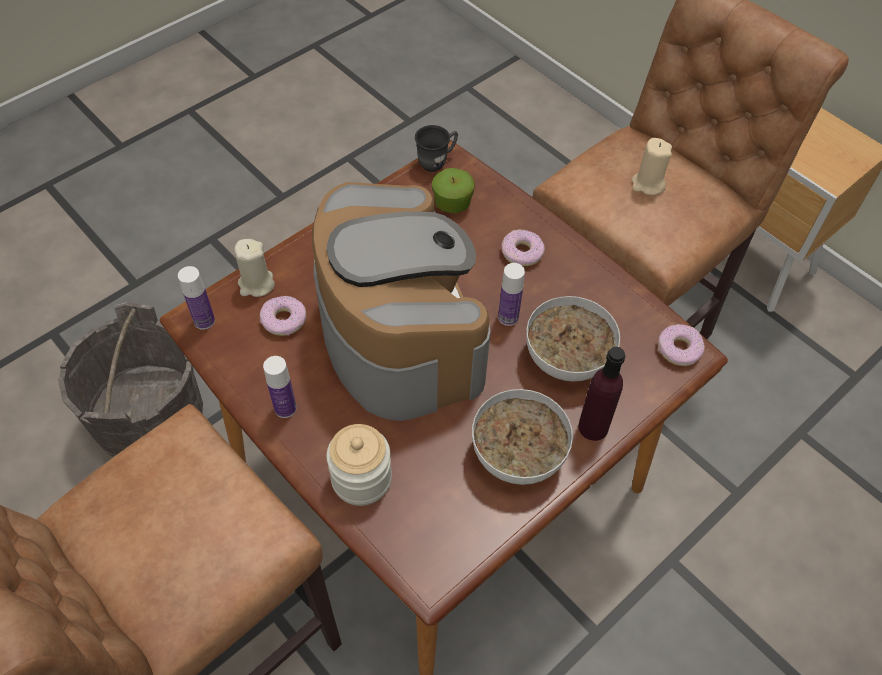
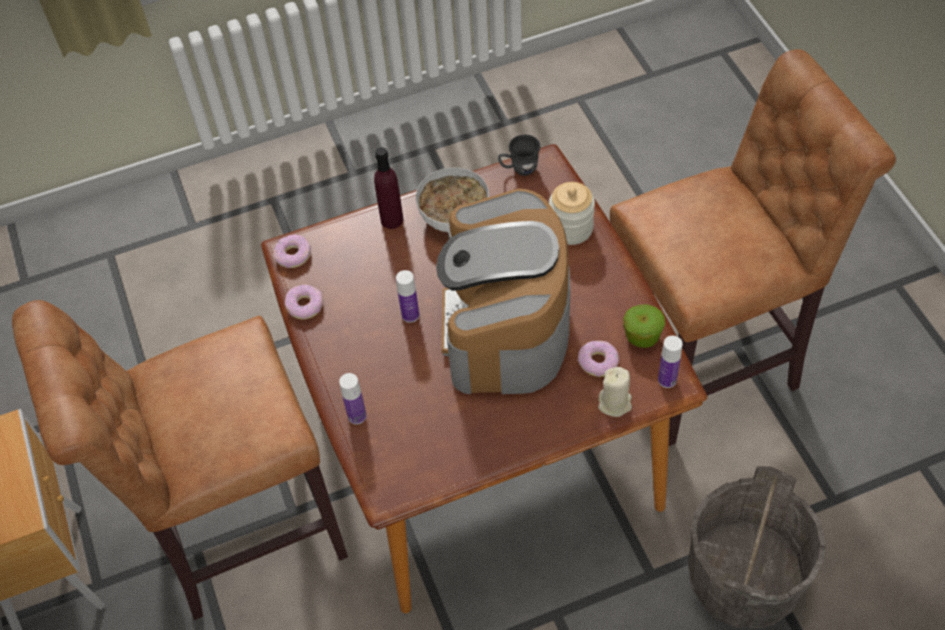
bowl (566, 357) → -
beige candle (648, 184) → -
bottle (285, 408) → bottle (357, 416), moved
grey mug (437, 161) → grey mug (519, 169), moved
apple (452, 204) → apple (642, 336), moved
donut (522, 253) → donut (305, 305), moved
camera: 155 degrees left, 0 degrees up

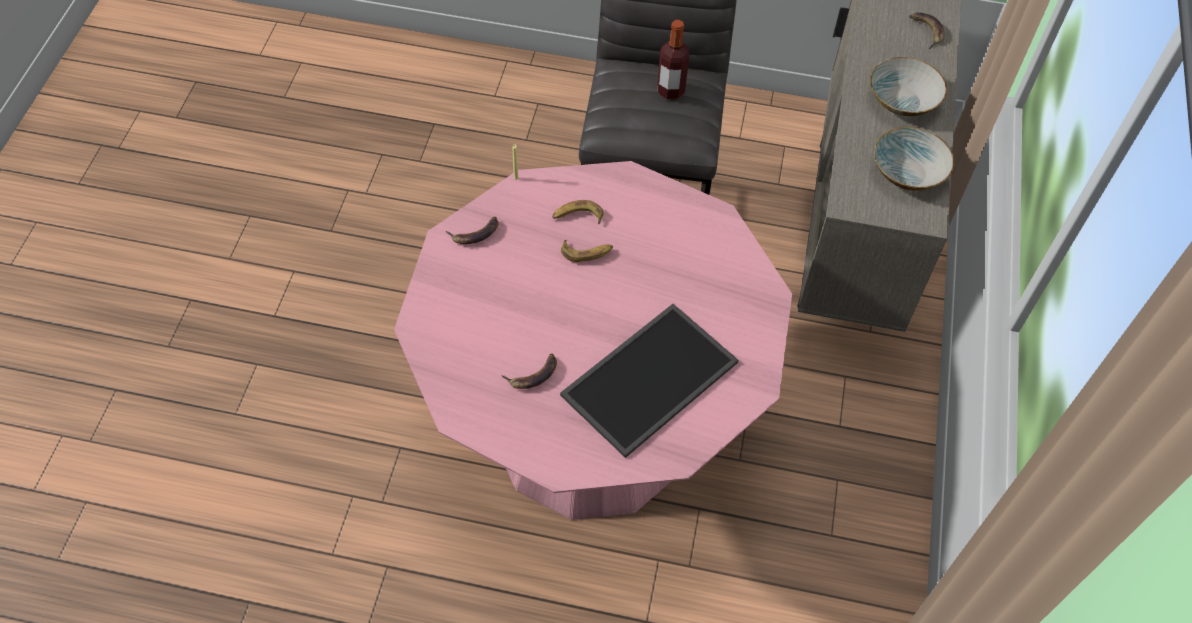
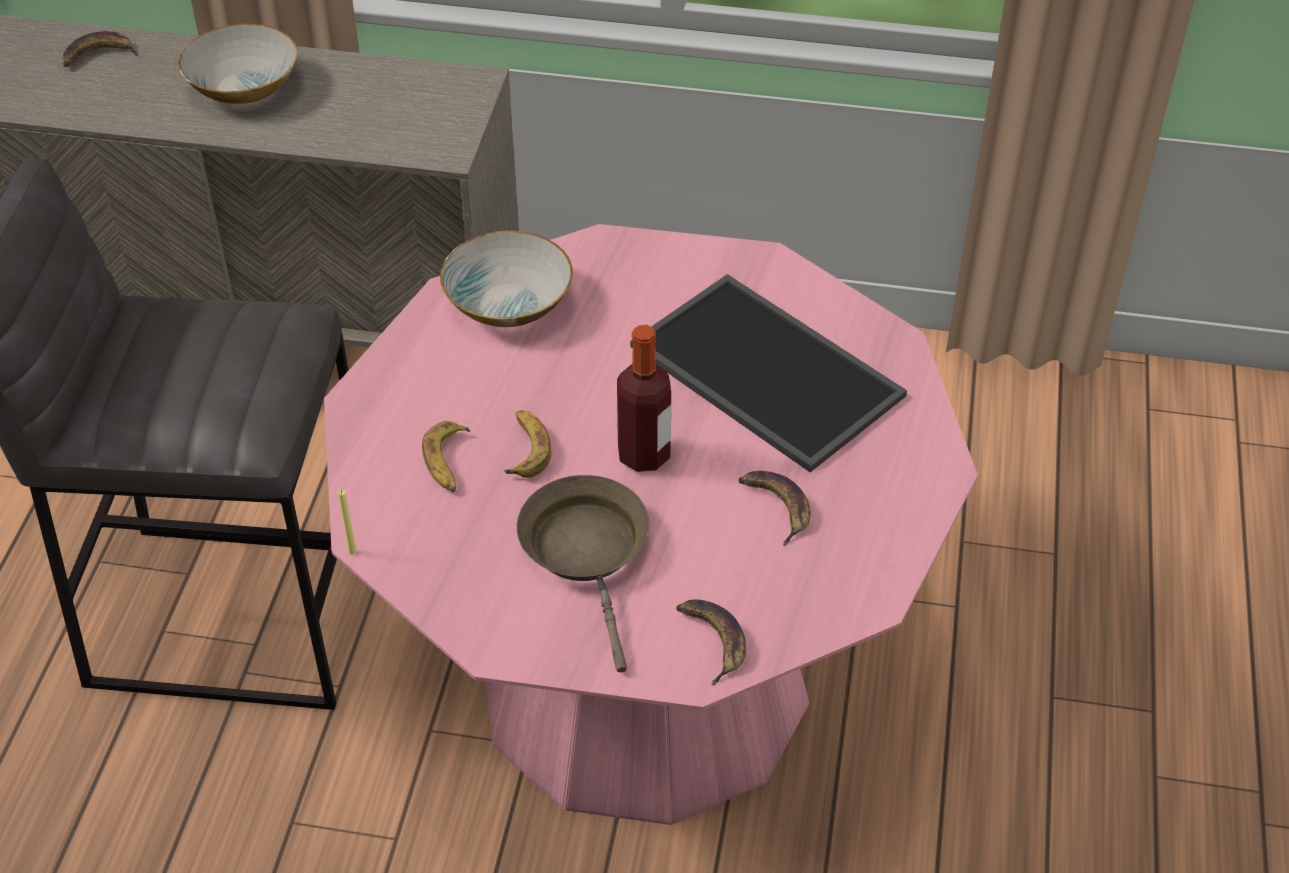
- → brown frying pan (588, 553)
banana (475, 233) → banana (712, 640), moved
bottle (670, 91) → bottle (644, 455), moved
bowl (908, 172) → bowl (507, 303), moved
camera: 90 degrees left, 10 degrees down

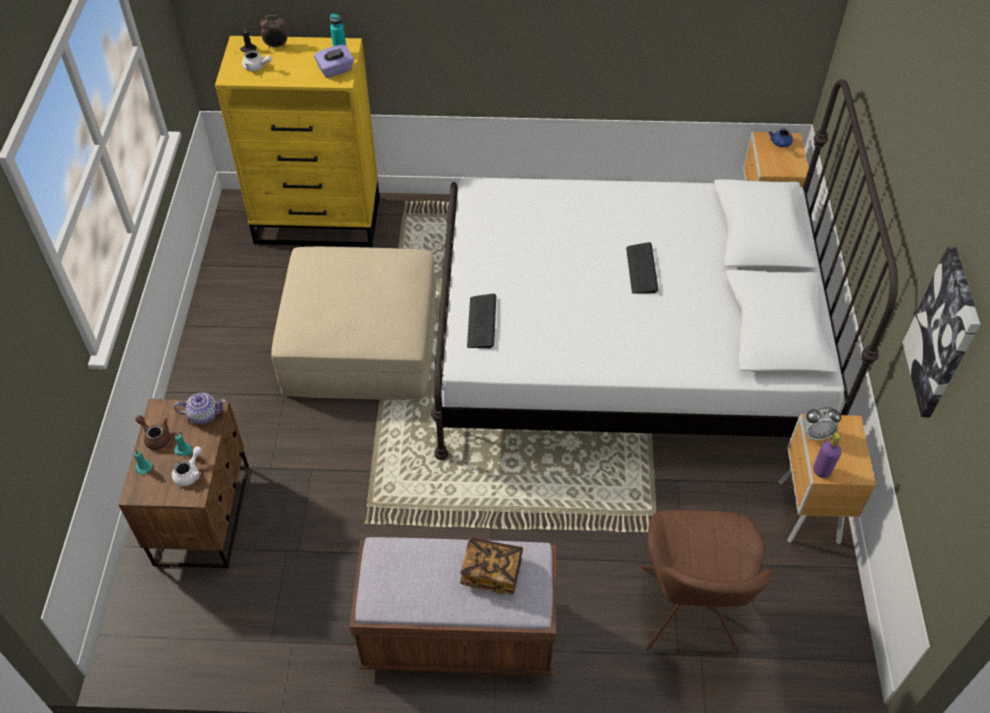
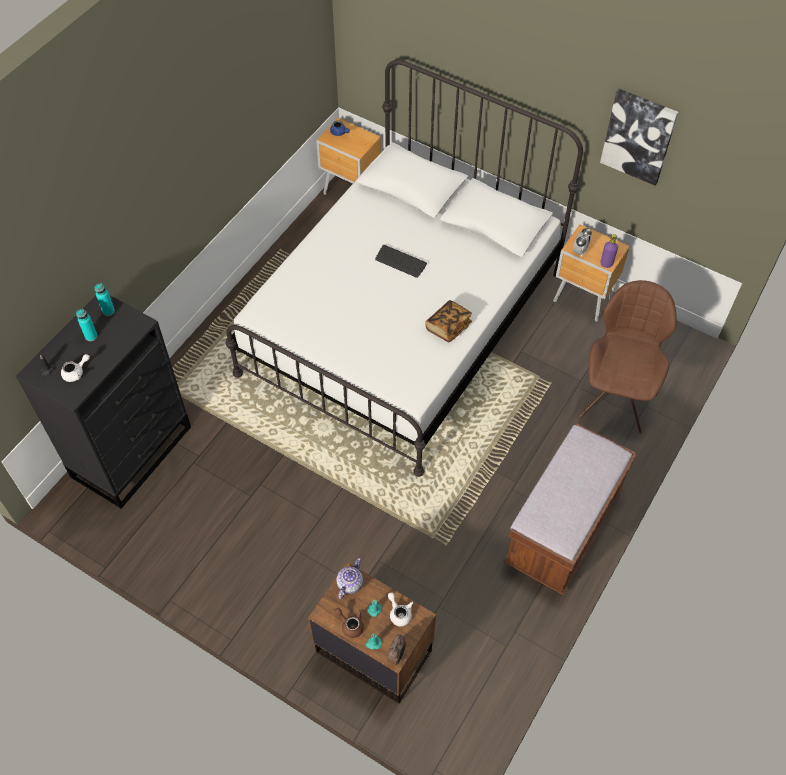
beige ottoman (362, 343) → -
purple tissue box (336, 70) → -
keyboard (481, 322) → -
- → turquoise bottle (91, 336)
alarm clock (277, 46) → alarm clock (396, 655), moved
book (491, 572) → book (448, 327), moved
yellow dresser (319, 221) → black dresser (133, 451)
brown teapot (156, 437) → brown teapot (350, 625), 60 degrees clockwise
brown chair (689, 614) → brown chair (616, 397), 105 degrees counterclockwise
camera: 60 degrees left, 5 degrees up

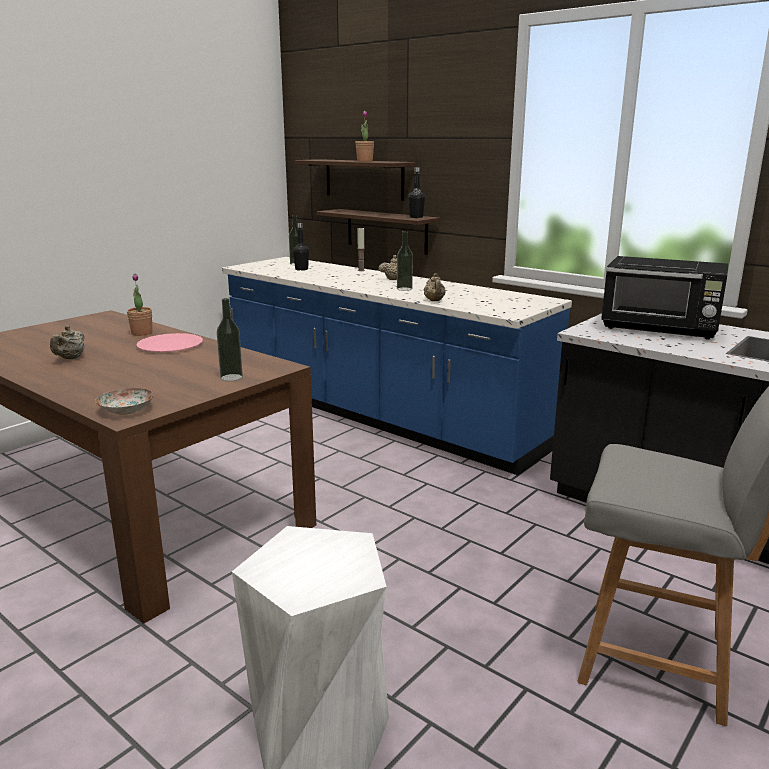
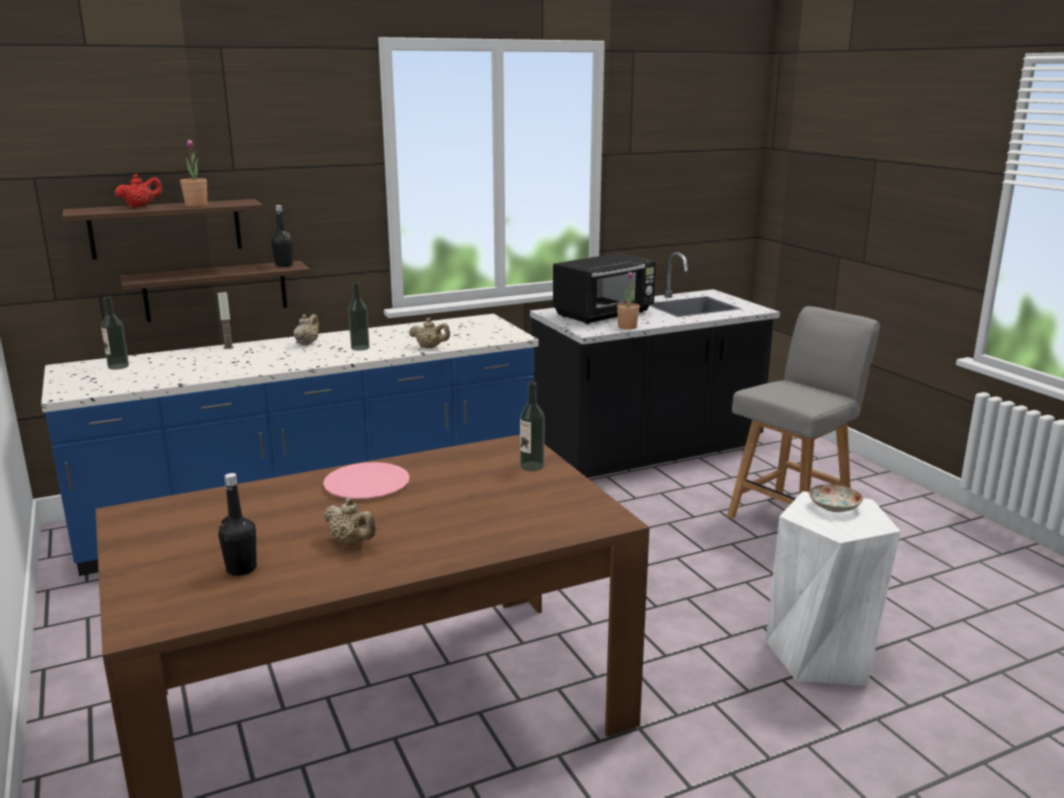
- → red teapot (140, 206)
plate (127, 410) → plate (834, 507), moved
potted plant (142, 333) → potted plant (627, 327), moved
black bottle (301, 269) → black bottle (241, 569), moved
camera: 65 degrees left, 0 degrees up

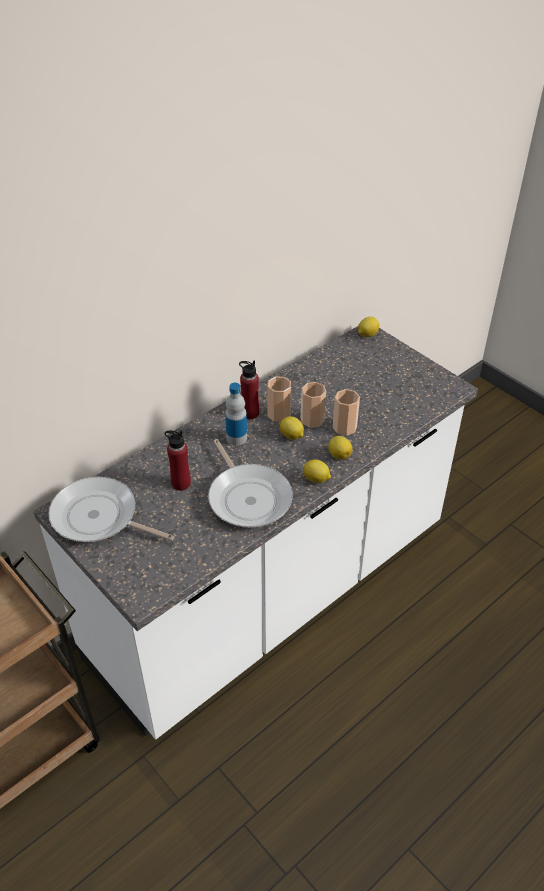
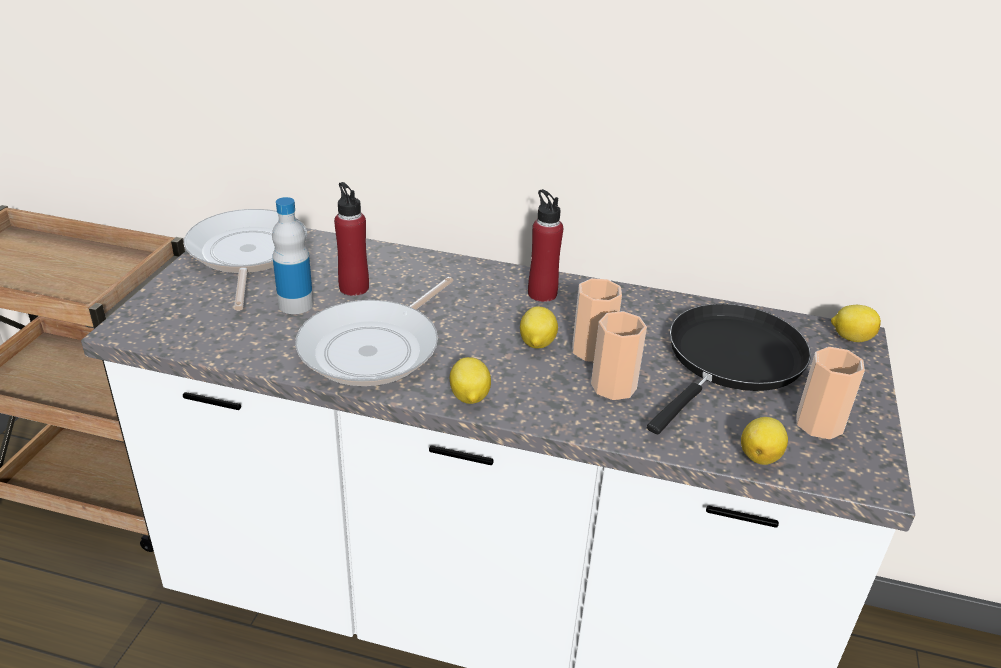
- → black frying pan (731, 360)
bottle (236, 438) → bottle (296, 304), moved
cup (279, 414) → cup (819, 424), moved
lemon (339, 455) → lemon (760, 456), moved
camera: 55 degrees right, 10 degrees down

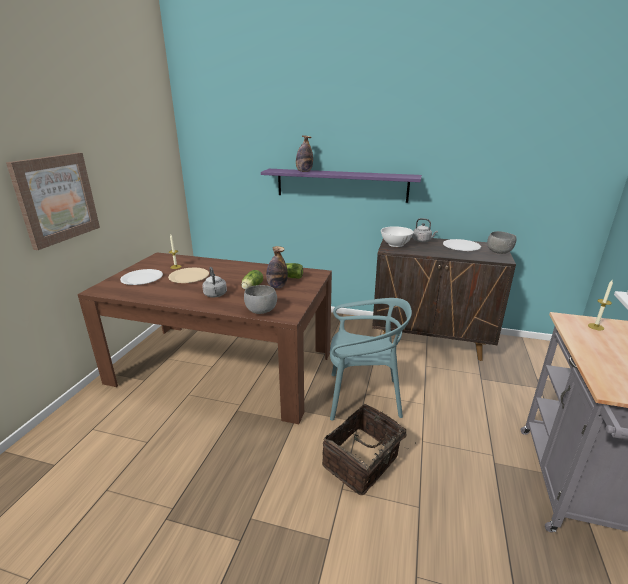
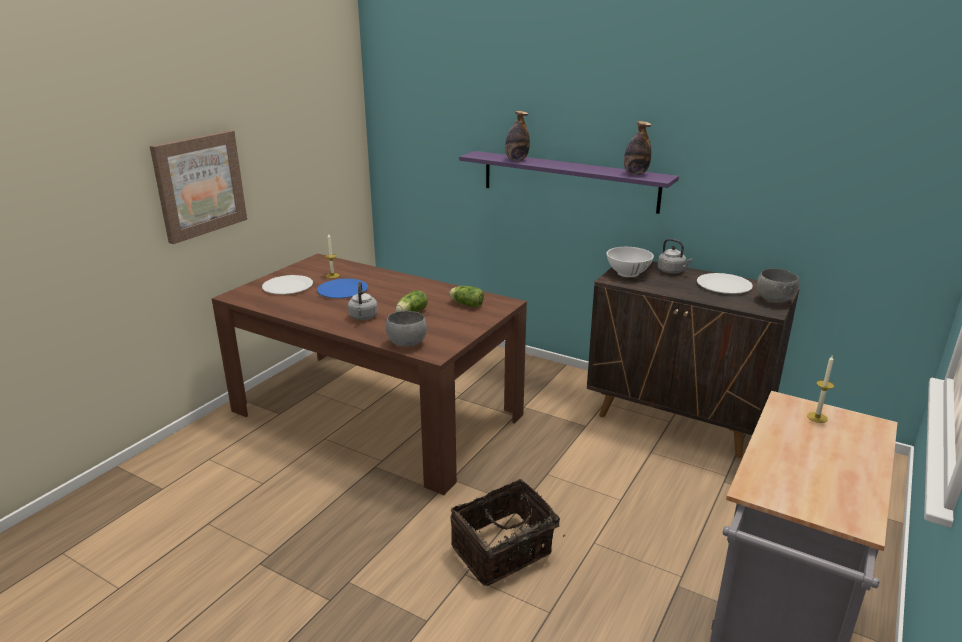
turquoise chair (363, 397) → -
bottle (277, 286) → bottle (635, 174), moved
beige plate (189, 276) → blue plate (342, 290)
camera: 15 degrees right, 0 degrees up

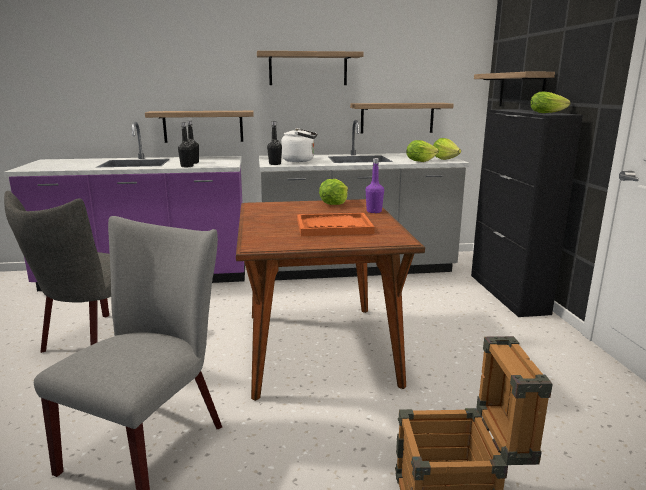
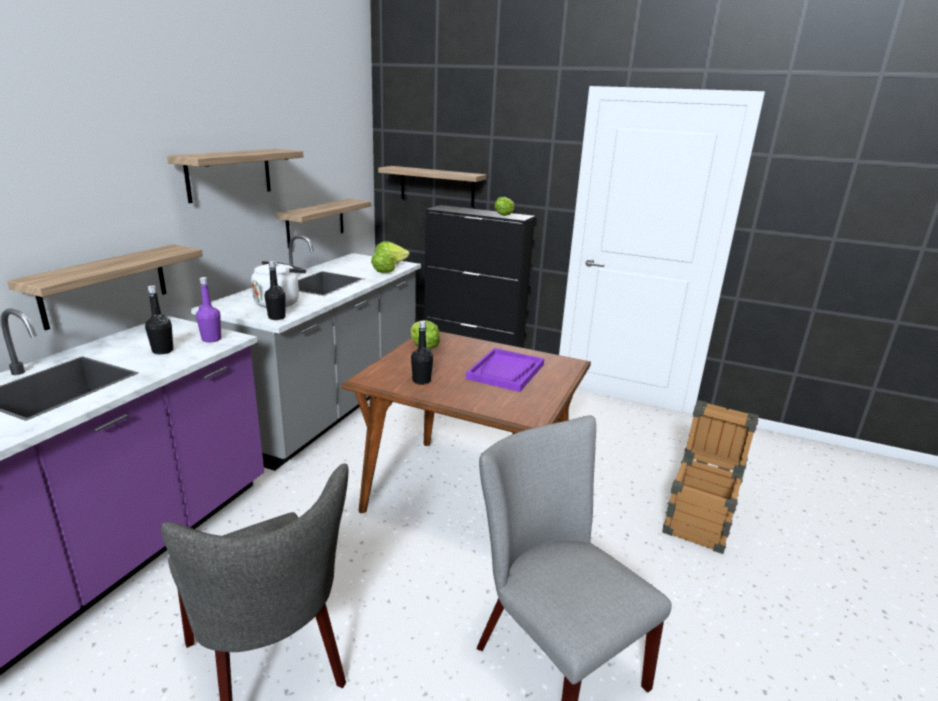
black bottle (187, 166) → black bottle (421, 381), moved
purple bottle (374, 211) → purple bottle (211, 339), moved
orange tray (333, 227) → purple tray (506, 371)
camera: 60 degrees left, 5 degrees up

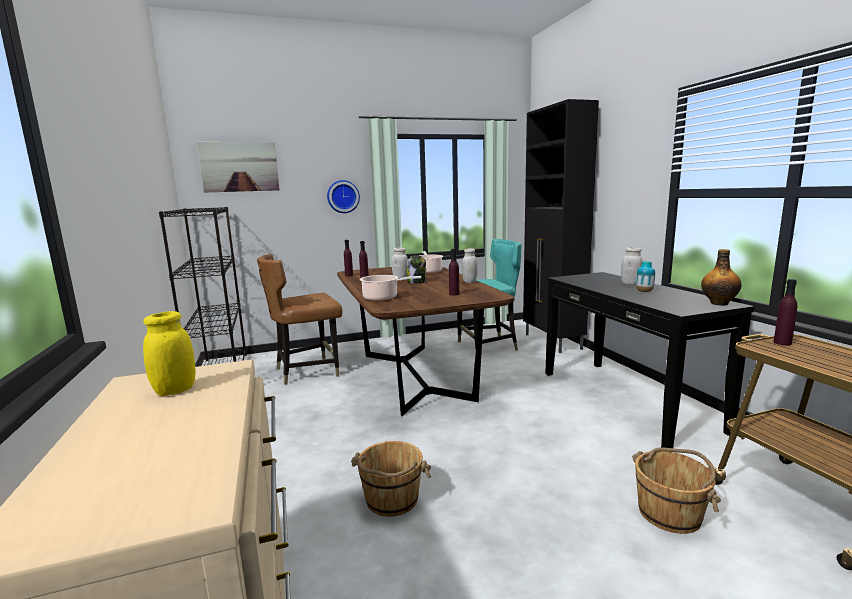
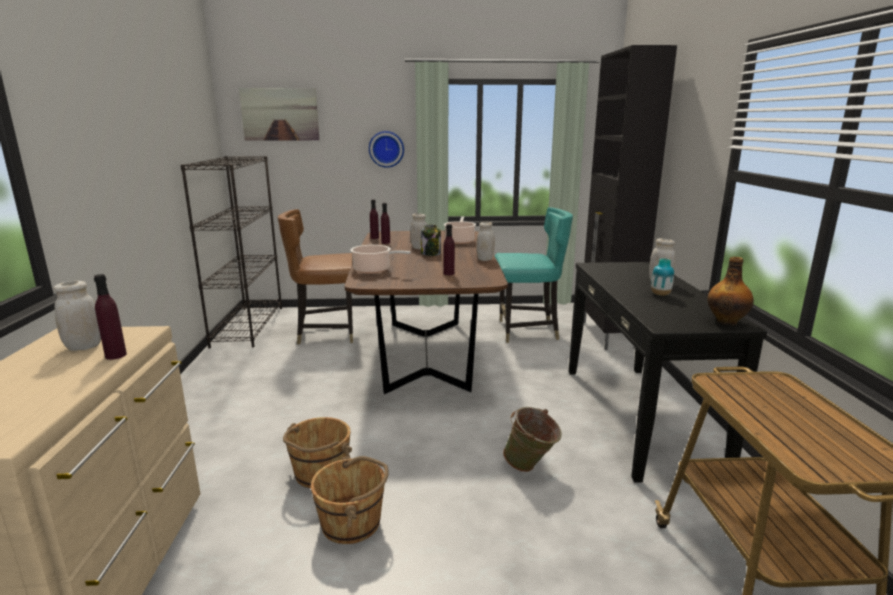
- → green bucket (531, 467)
brown bucket (670, 513) → brown bucket (352, 523), moved
purple bottle (782, 343) → purple bottle (116, 355), moved
yellow jar (175, 390) → white jar (84, 347)
camera: 15 degrees right, 5 degrees up

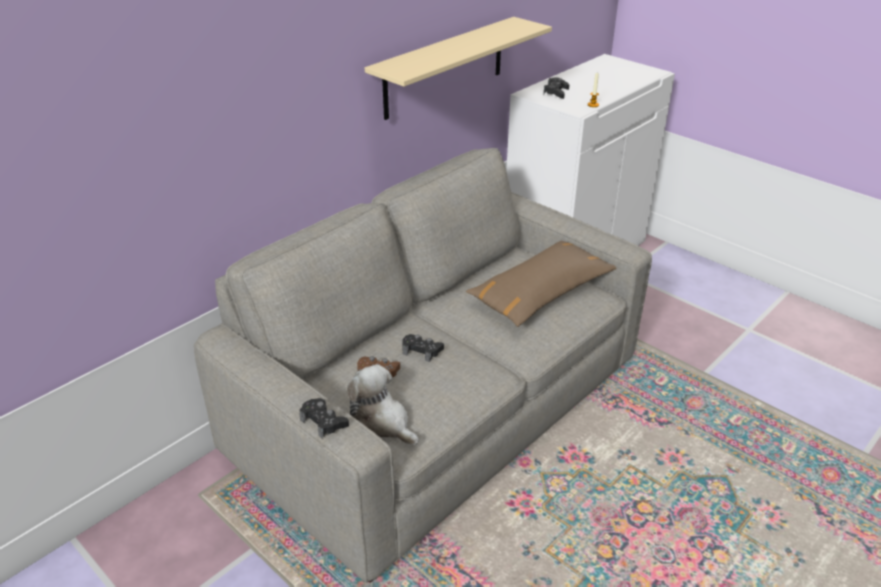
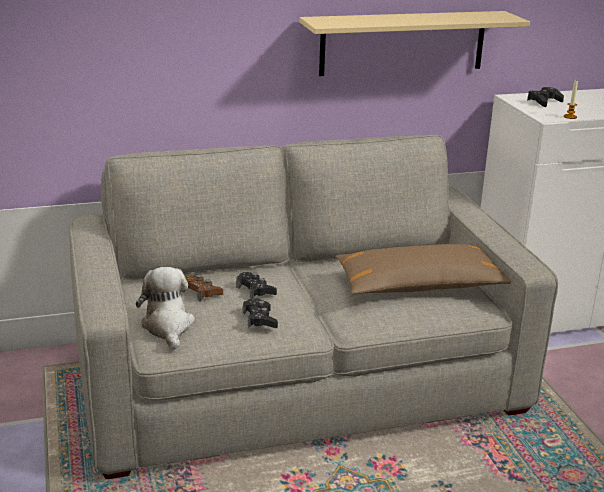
black game controller (324, 421) → black game controller (259, 319), moved
camera: 30 degrees right, 10 degrees down

